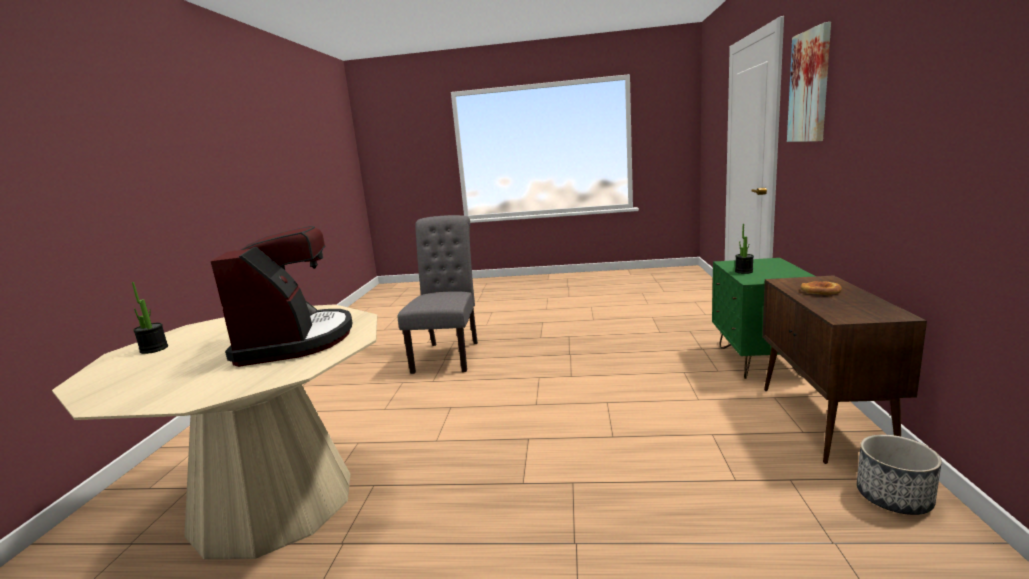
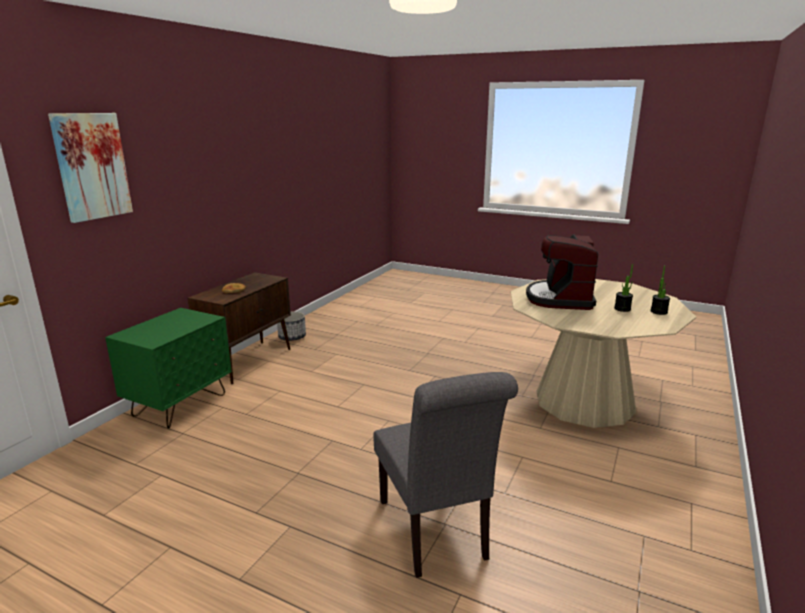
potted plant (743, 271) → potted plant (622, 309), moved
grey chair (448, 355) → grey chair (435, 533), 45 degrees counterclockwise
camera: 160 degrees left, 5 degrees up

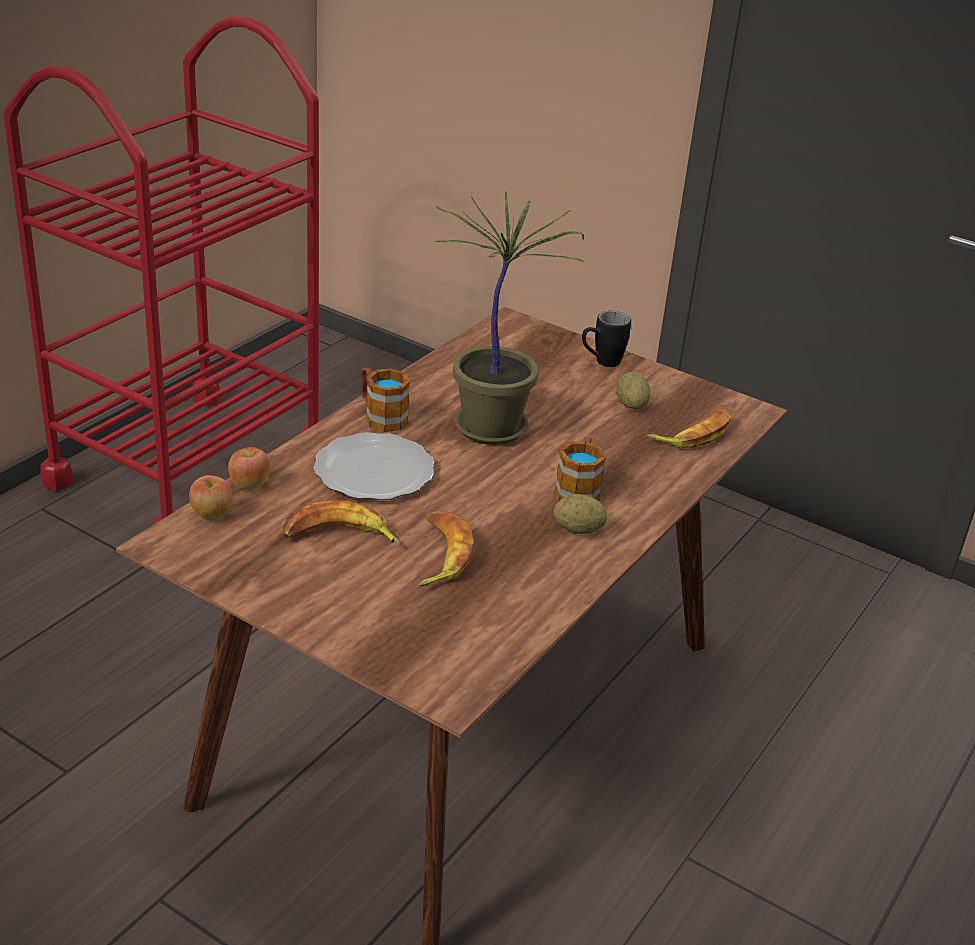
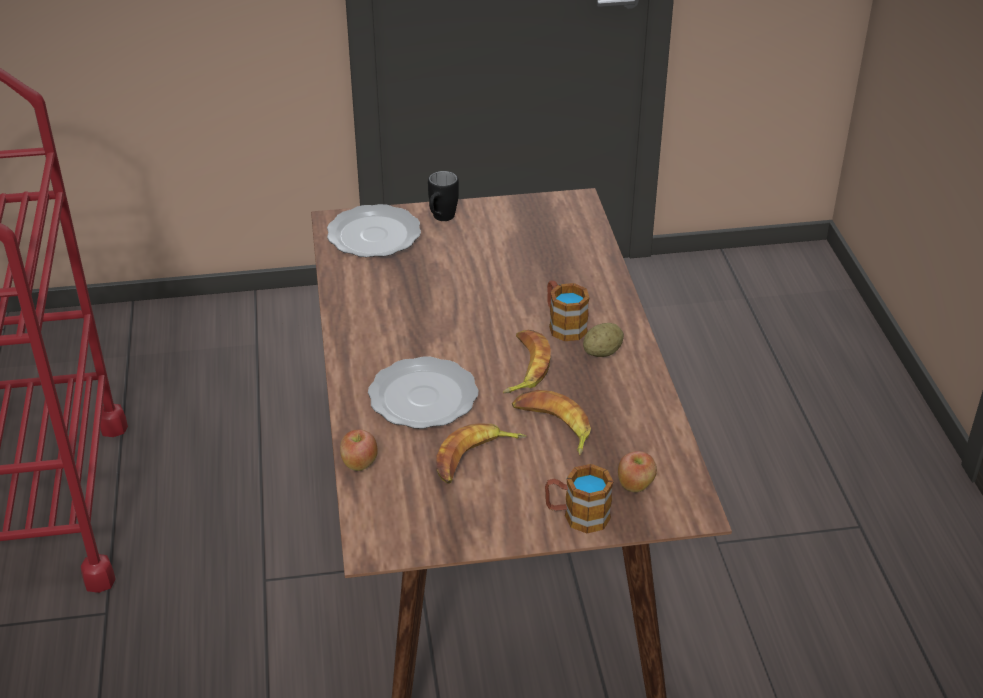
potted plant (492, 427) → -
potato (631, 405) → -
- → plate (373, 234)
apple (212, 515) → apple (635, 486), moved
mug (381, 416) → mug (577, 516), moved
banana (693, 434) → banana (524, 367), moved
camera: 40 degrees left, 5 degrees up

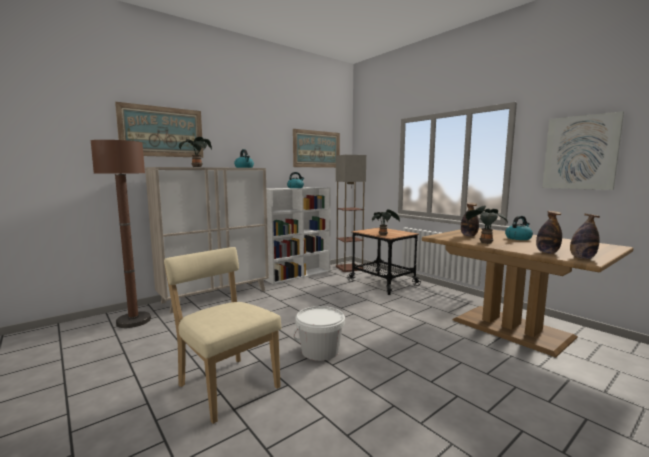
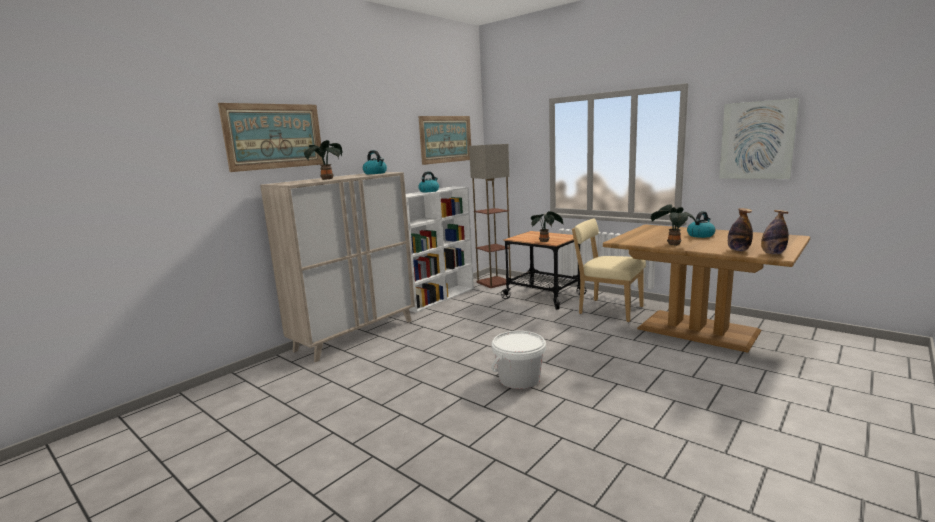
brown floor lamp (133, 321) → -
bottle (469, 235) → -
beige chair (226, 385) → beige chair (607, 310), moved
camera: 10 degrees left, 5 degrees up

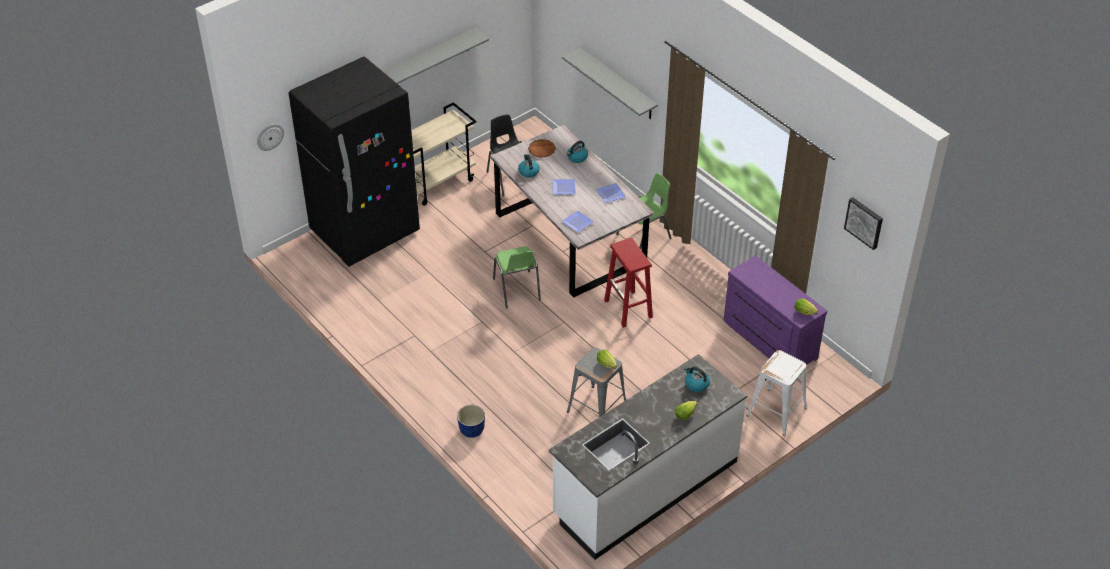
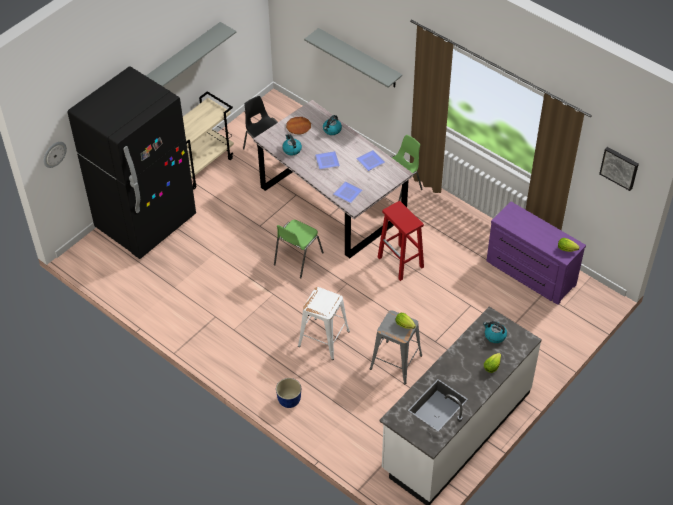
white stool (777, 412) → white stool (324, 339), moved
green chair (517, 290) → green chair (297, 259), 60 degrees clockwise
camera: 10 degrees left, 5 degrees up

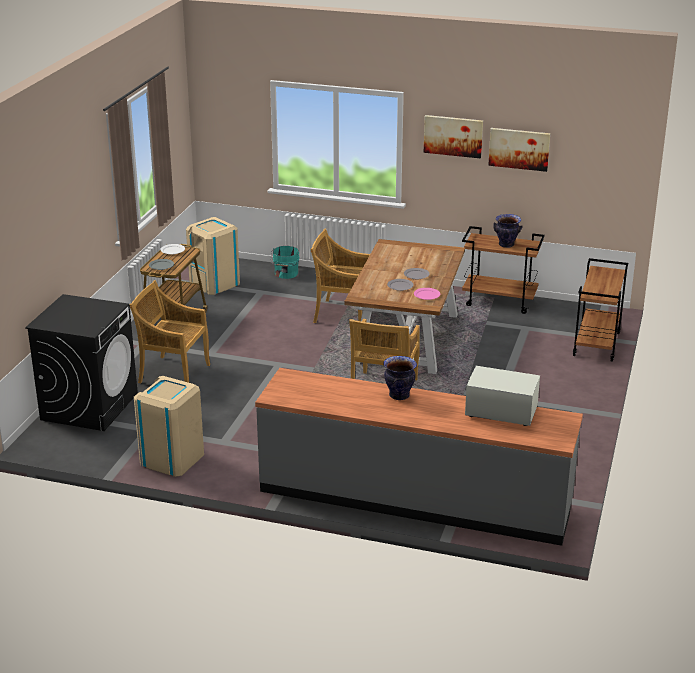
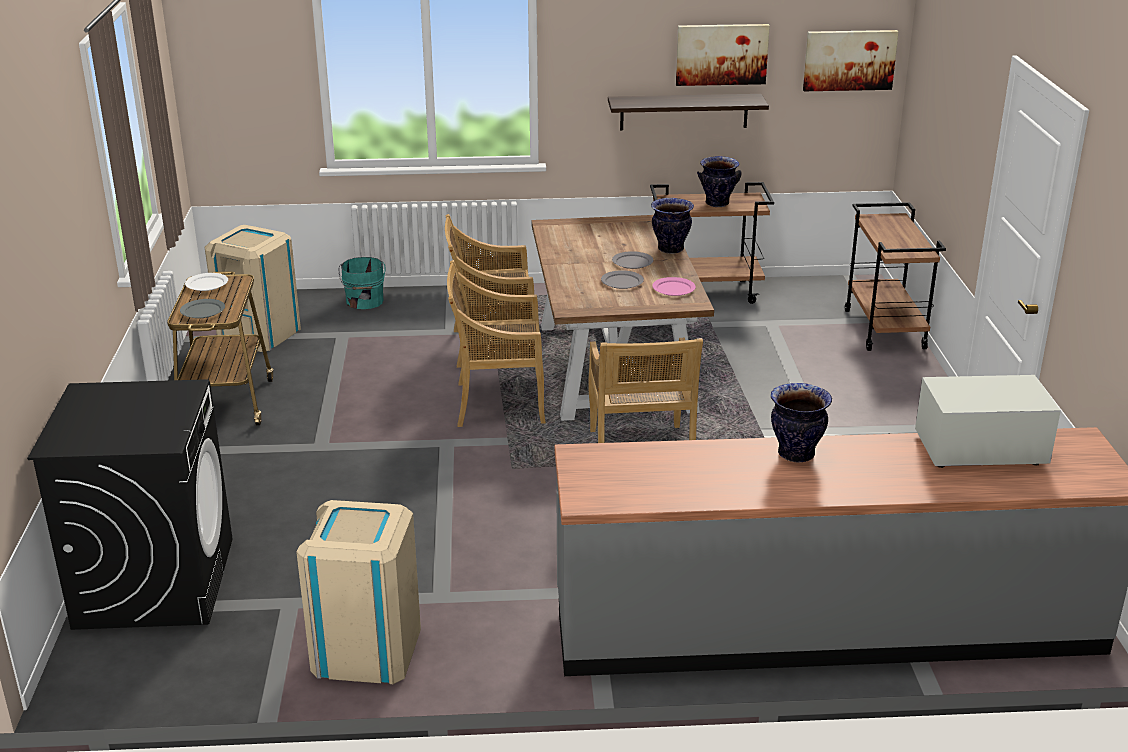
- → shelf (684, 111)
- → vase (670, 249)
beige chair (173, 373) → beige chair (498, 404), moved
picture (453, 136) → picture (849, 60), moved
camera: 20 degrees left, 0 degrees up

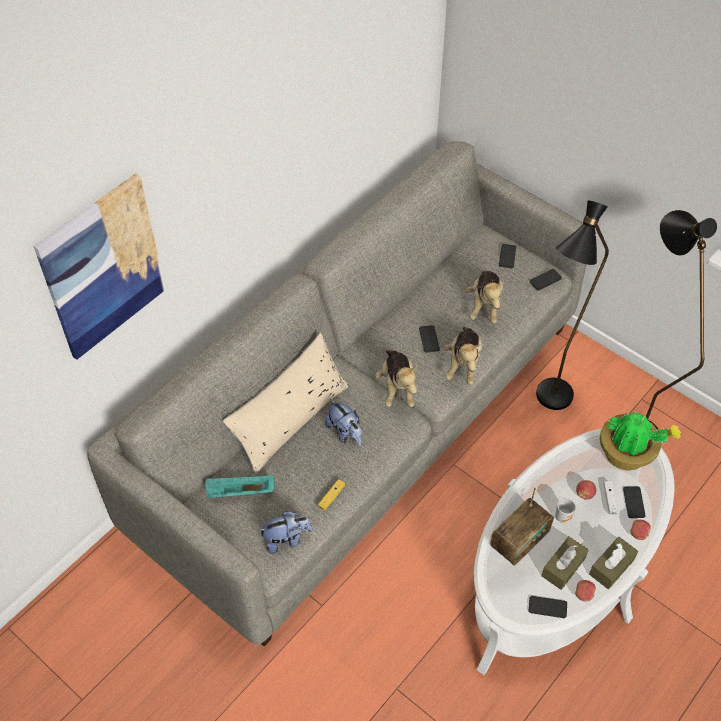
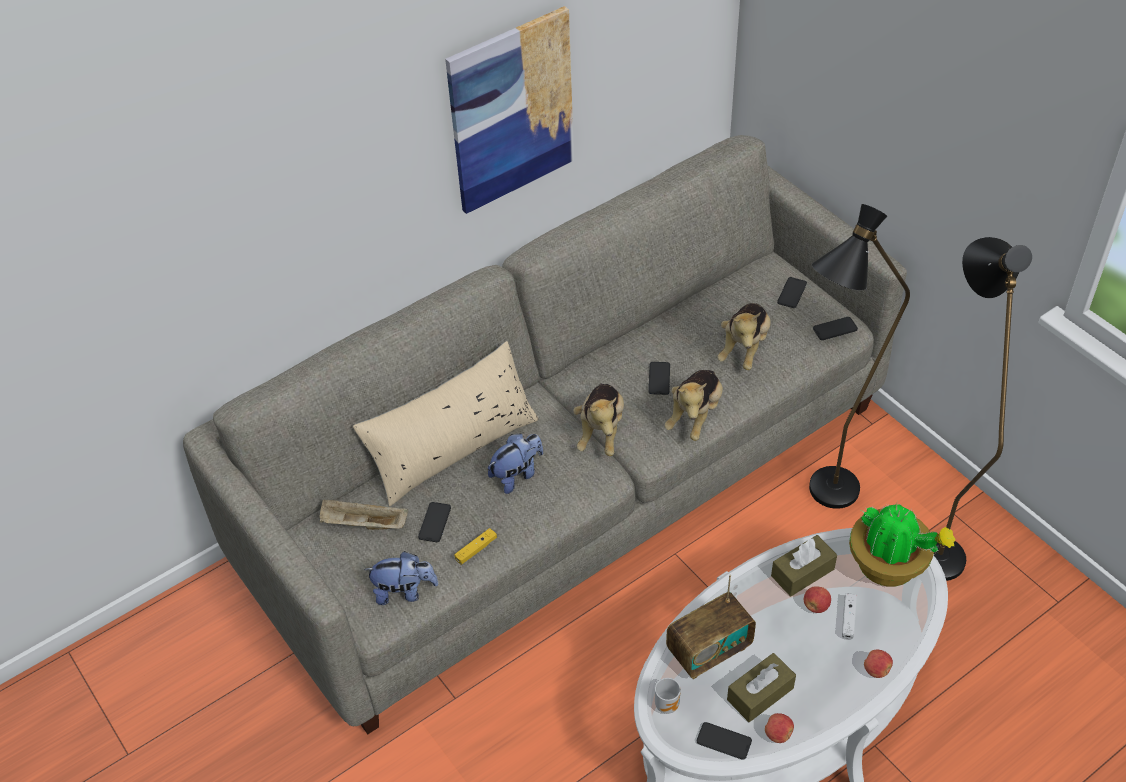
picture (102, 267) → picture (511, 111), moved
mug (563, 516) → mug (668, 704), moved
brown tissue box (611, 567) → brown tissue box (802, 572), moved
phone (634, 502) → phone (434, 522), moved
turquoise tray (240, 492) → beige tray (363, 524)
plush toy (345, 433) → plush toy (517, 475), 105 degrees counterclockwise
camera: 15 degrees right, 5 degrees down

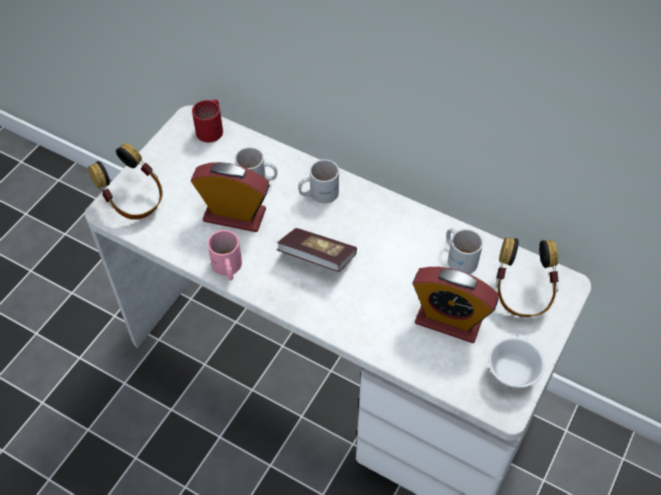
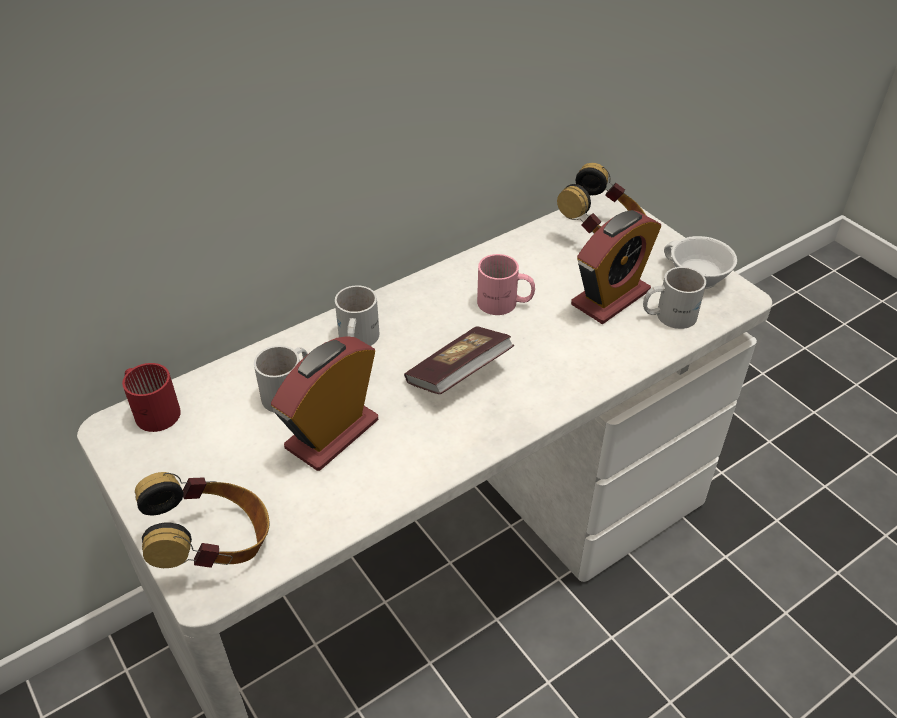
pink mug (226, 268) → pink mug (504, 304), moved
white mug (460, 257) → white mug (668, 314), moved
camera: 65 degrees left, 10 degrees down

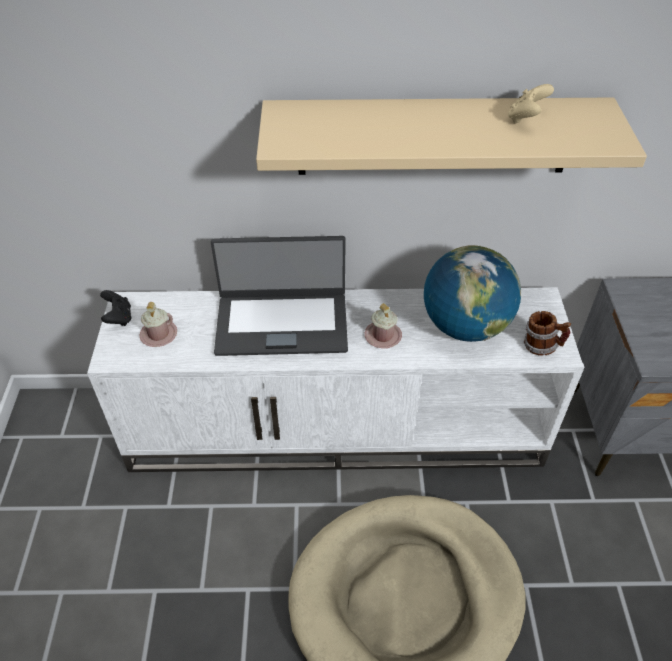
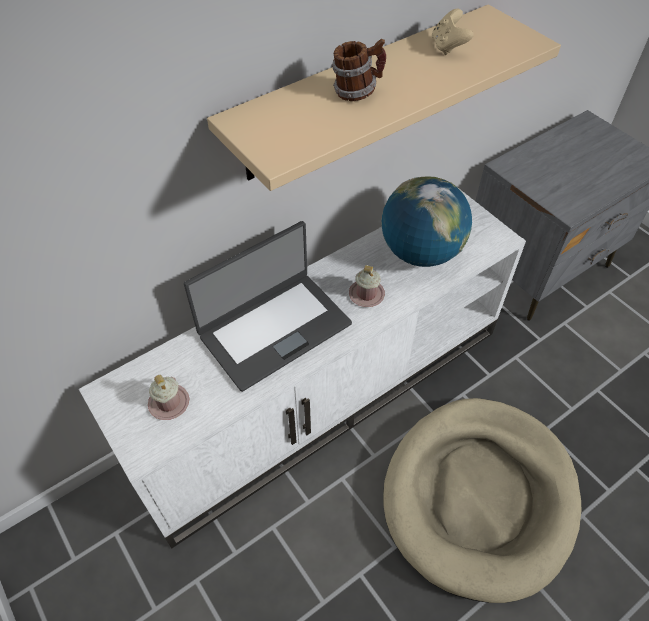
black game controller (118, 318) → -
mug (541, 346) → mug (357, 92), moved
camera: 35 degrees left, 5 degrees up

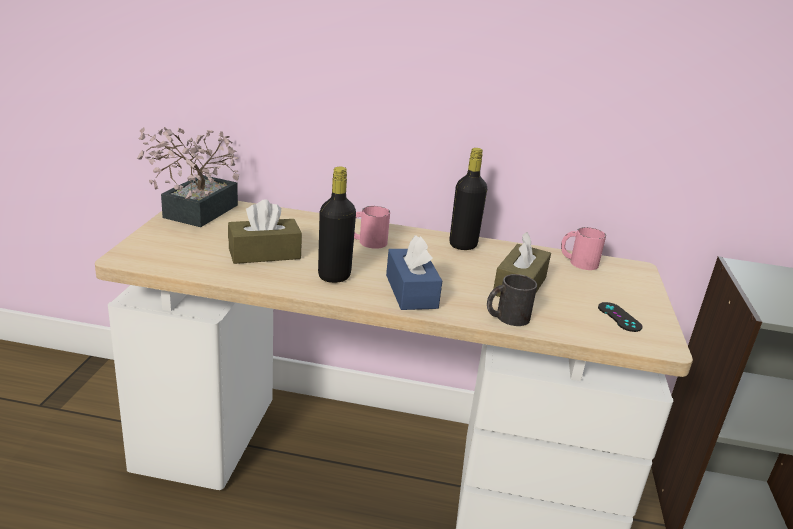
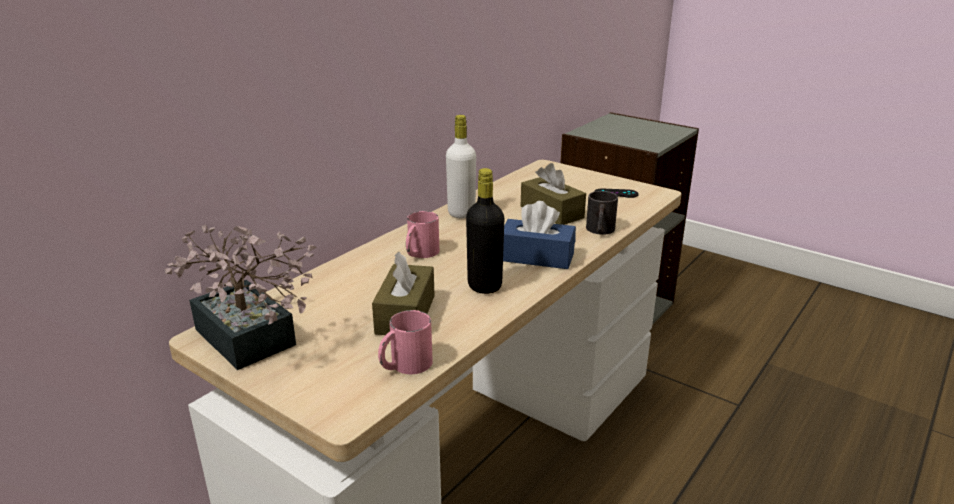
pink mug (578, 262) → pink mug (405, 365), moved
black bottle (463, 245) → white bottle (461, 213)
camera: 60 degrees left, 0 degrees up

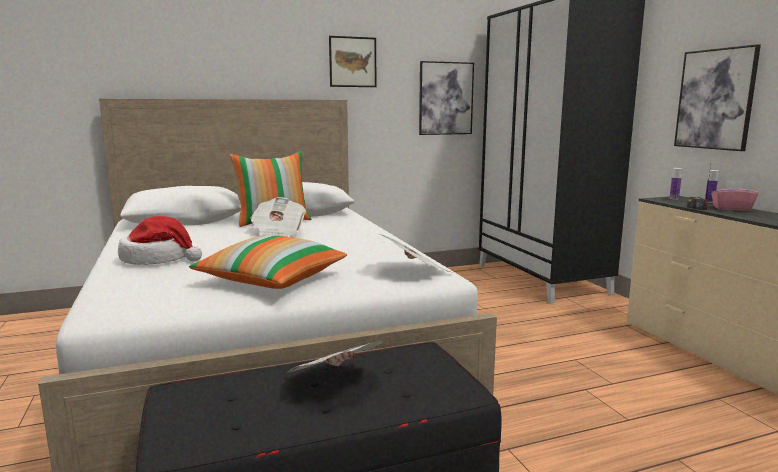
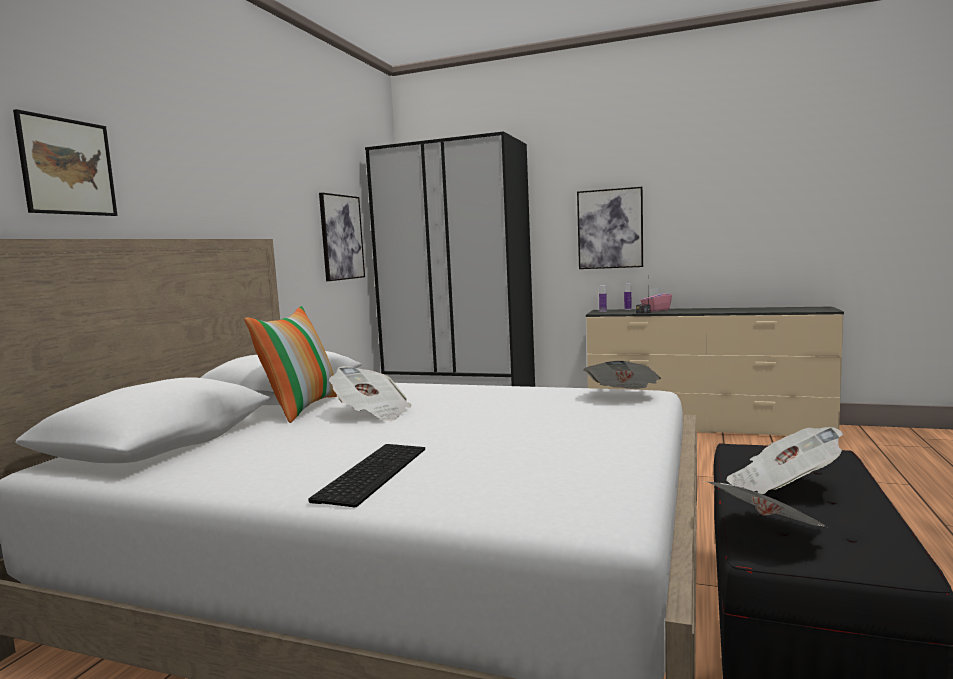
pillow (272, 280) → -
- → newspaper (768, 535)
picture (352, 62) → picture (67, 167), moved
hat (158, 258) → keyboard (371, 472)
camera: 50 degrees left, 5 degrees down

